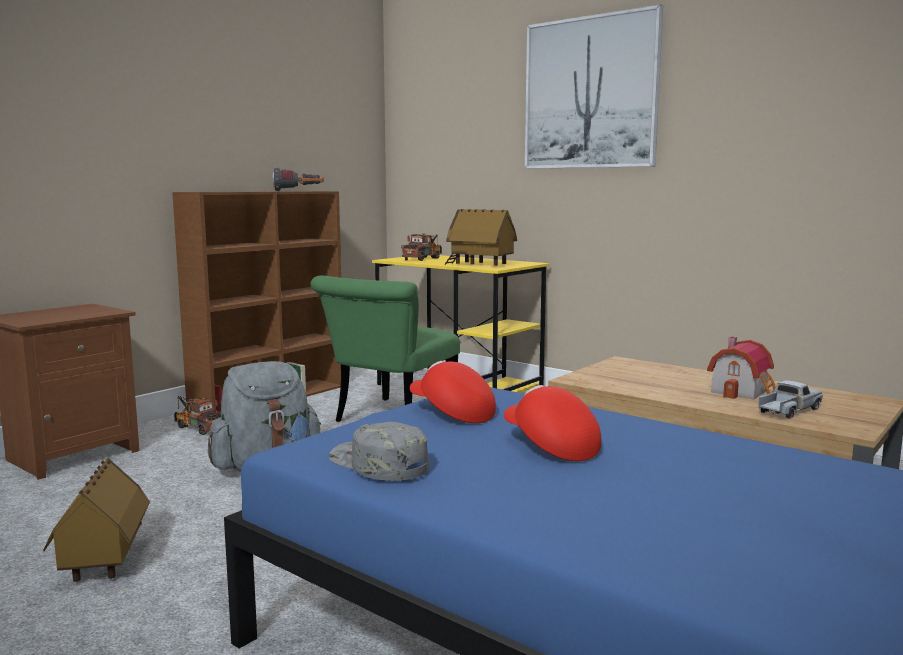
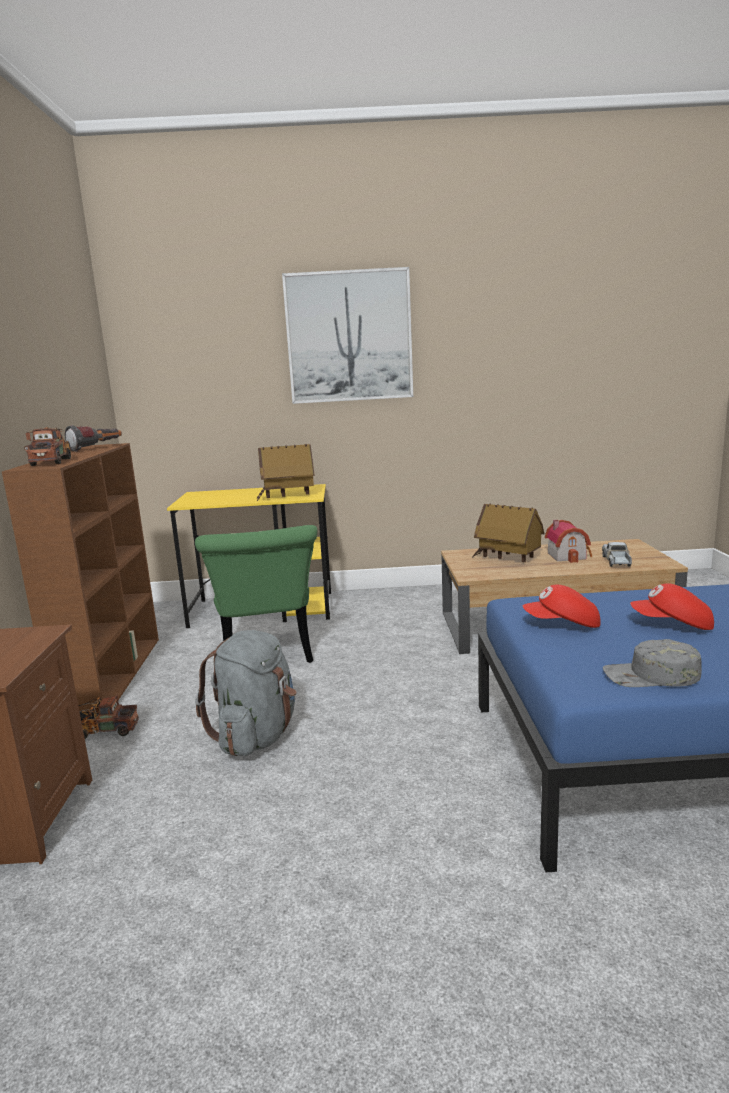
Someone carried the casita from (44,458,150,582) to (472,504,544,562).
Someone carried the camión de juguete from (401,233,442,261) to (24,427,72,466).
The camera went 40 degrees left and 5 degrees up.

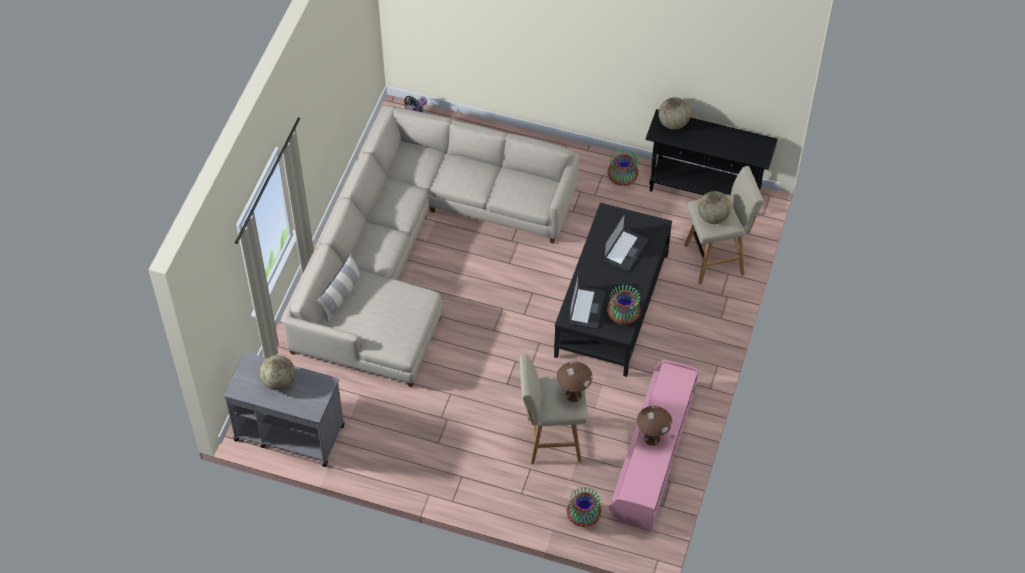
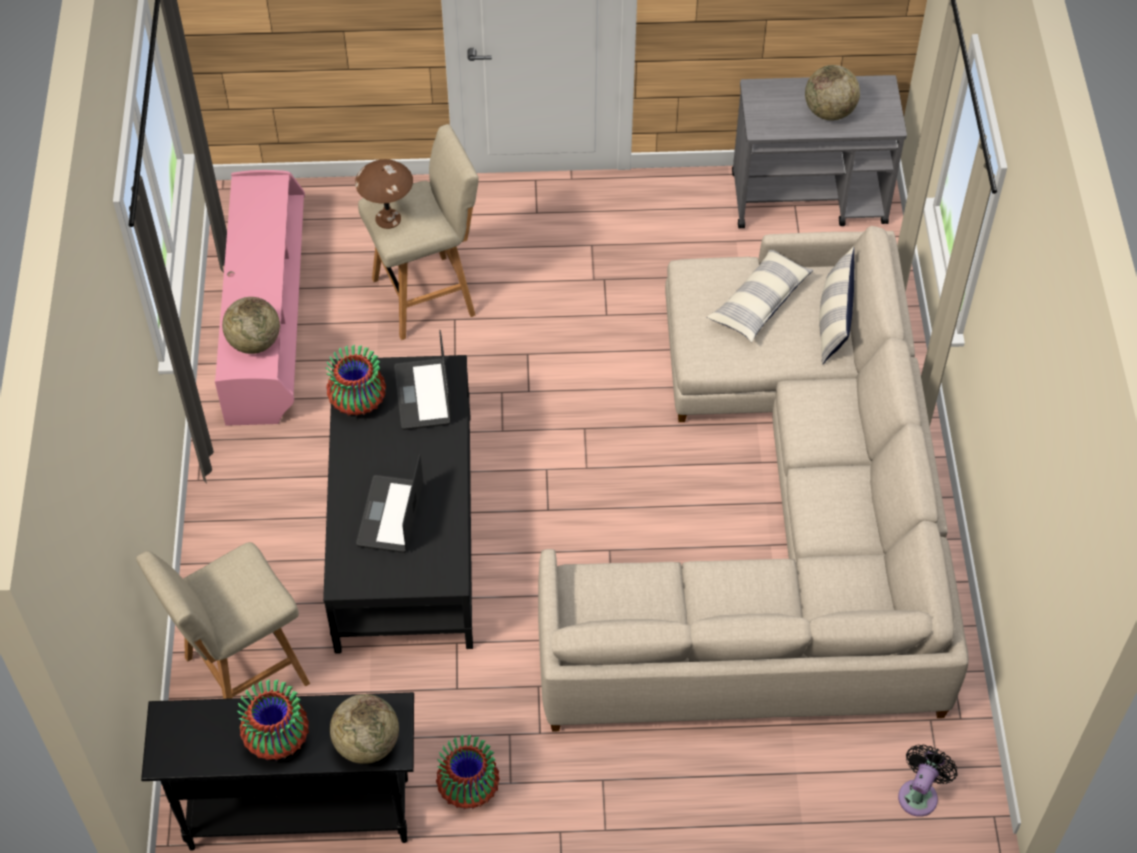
Someone took away the lámpara de mesa [marrón] at (637,406,672,446).
Someone put down the cojín at (707,250,814,342).
Someone carried the florero from (567,486,601,528) to (237,679,309,761).
Someone carried the globo terráqueo from (698,191,731,224) to (222,297,280,354).
The camera went 160 degrees right and 0 degrees up.

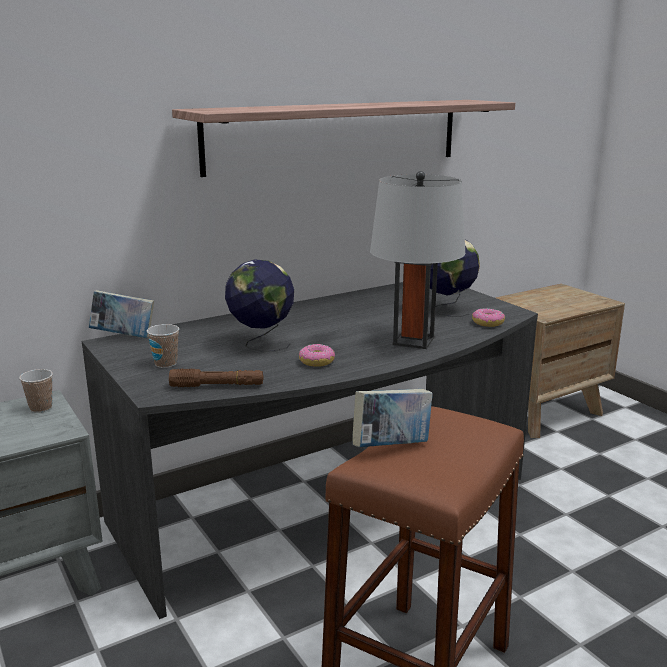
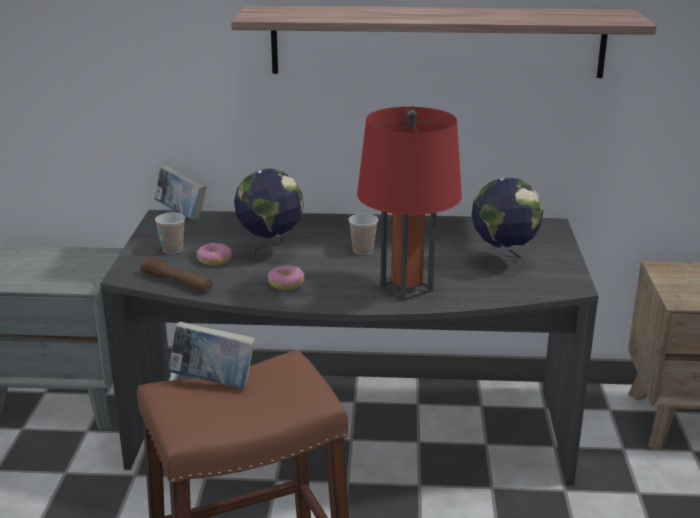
Someone carried the taza from (19,369,53,413) to (348,214,378,255).
Someone carried the rosquilla from (472,308,505,327) to (197,243,232,266).
Someone repainted the lámpara de mesa [gris] at (370,171,465,349), which became the lámpara de mesa [rojo] at (357,107,462,301).
The camera went 35 degrees right and 5 degrees up.

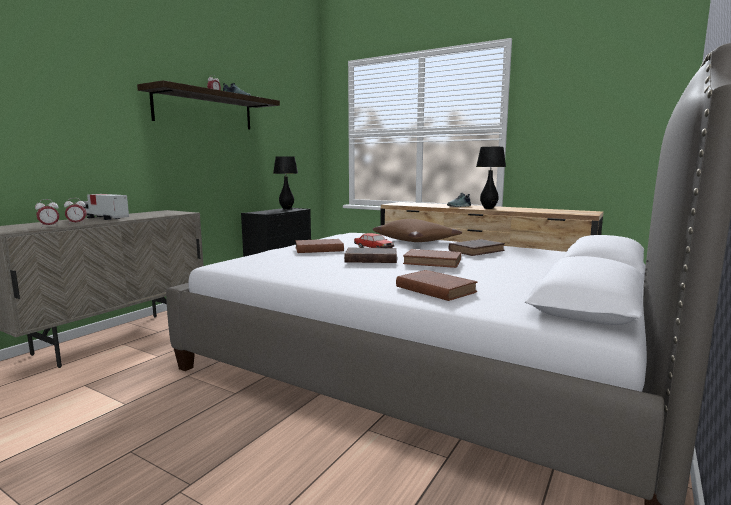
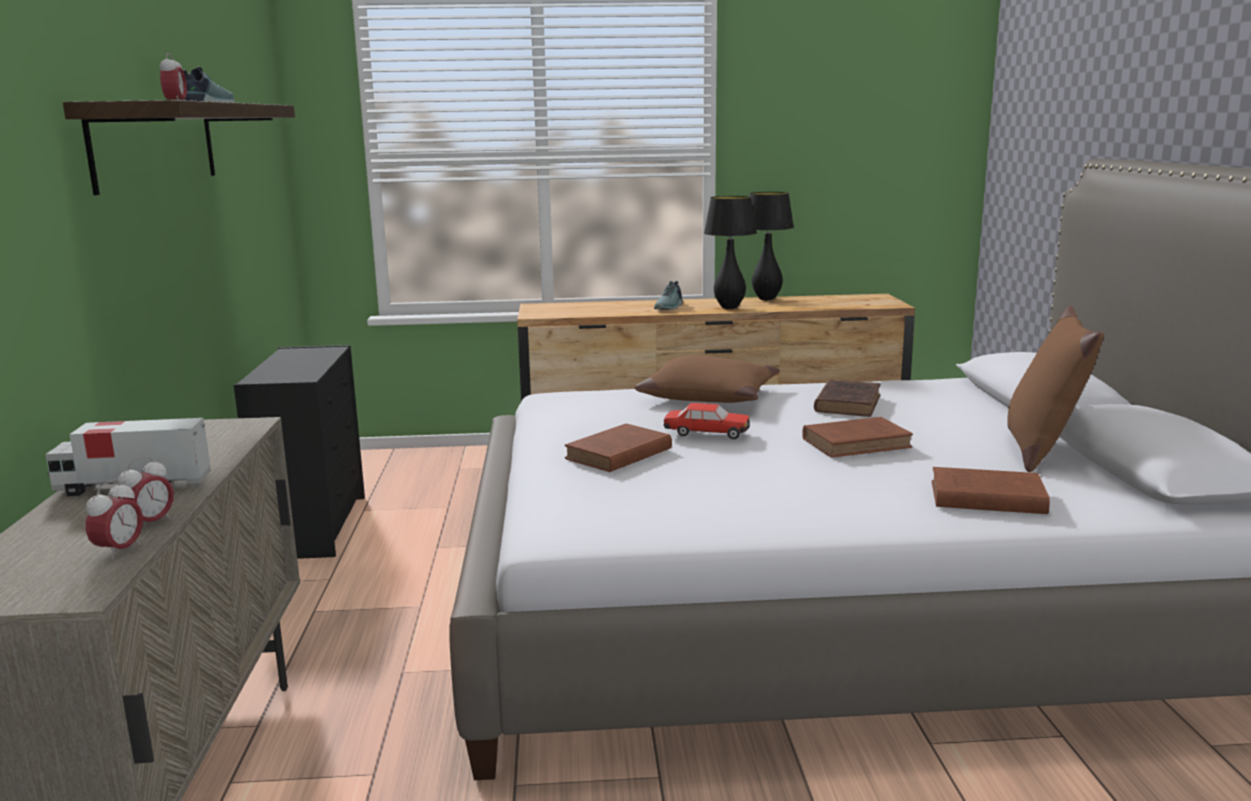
Someone took away the libro [marrón] at (344,248,397,263).
Someone put down the cojín [marrón] at (1008,306,1104,472).
Someone carried the lámpara de mesa [negro] from (273,156,298,209) to (749,192,794,300).
The camera went 35 degrees left and 5 degrees up.

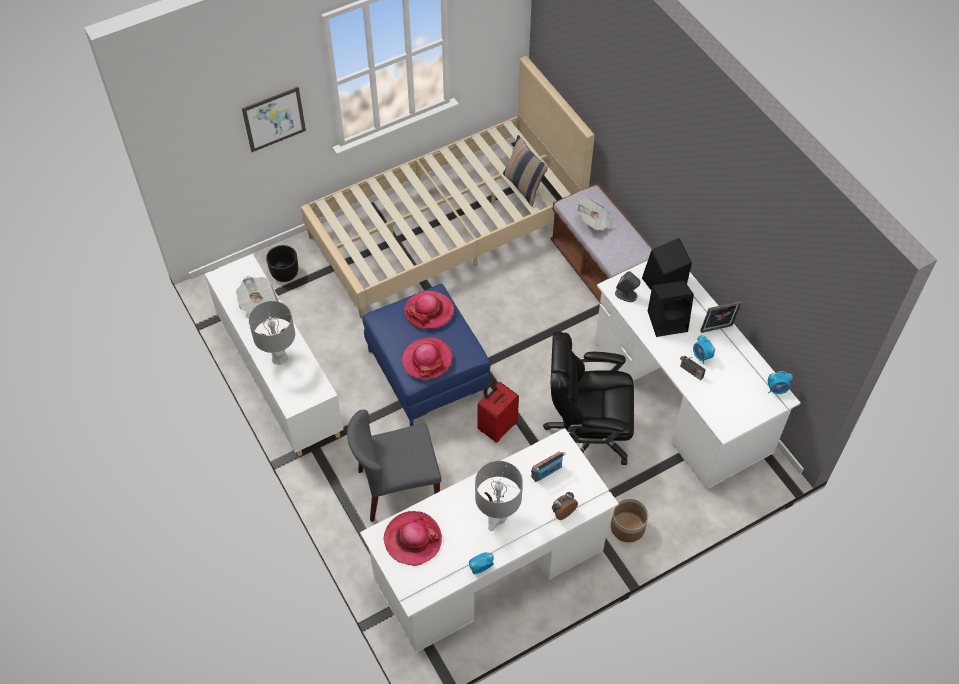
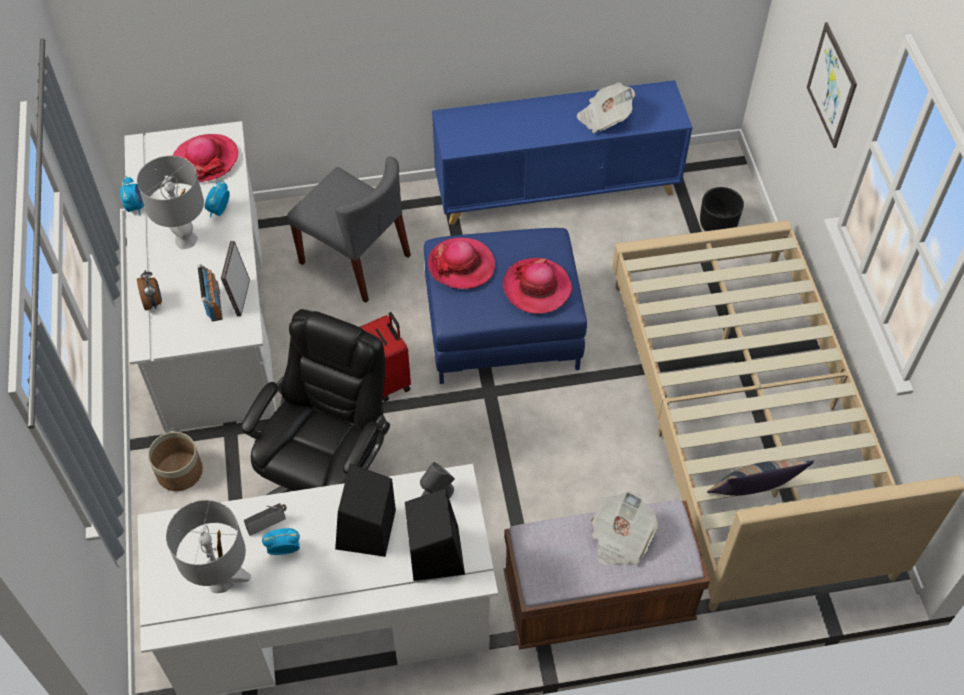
Someone carried the lámpara de mesa [gris] from (249,301,295,365) to (166,500,251,593).
Someone carried the portarretratos from (700,301,741,333) to (221,241,250,316).
Someone carried the despertador from (768,371,793,394) to (205,181,230,218).
Someone repainted the armario [blanco] at (205,254,344,456), which became the armario [azul] at (432,80,693,225).
Someone rotated the silla [gris] at (347,410,441,522) by 120 degrees clockwise.
The camera went 110 degrees right and 0 degrees up.

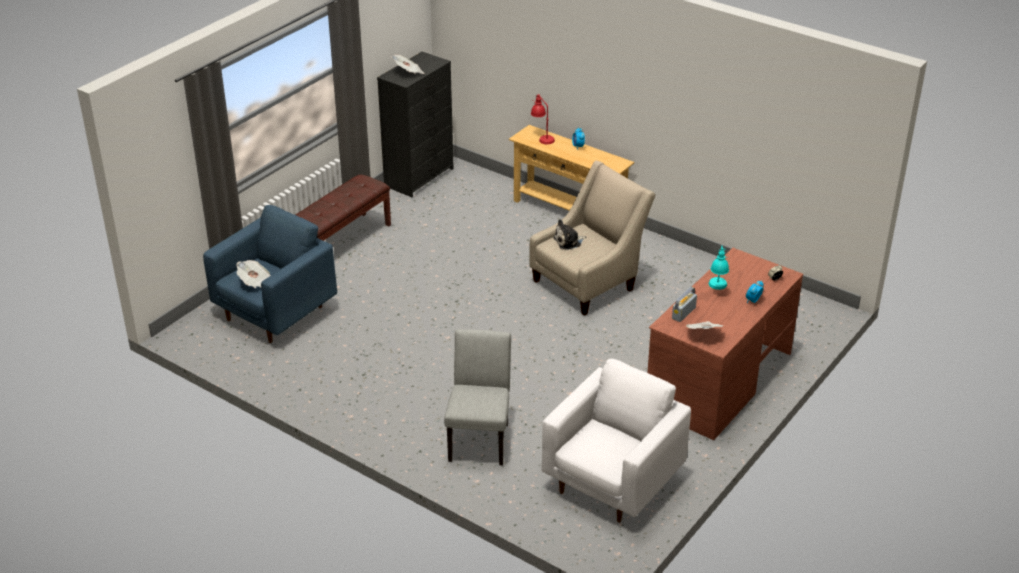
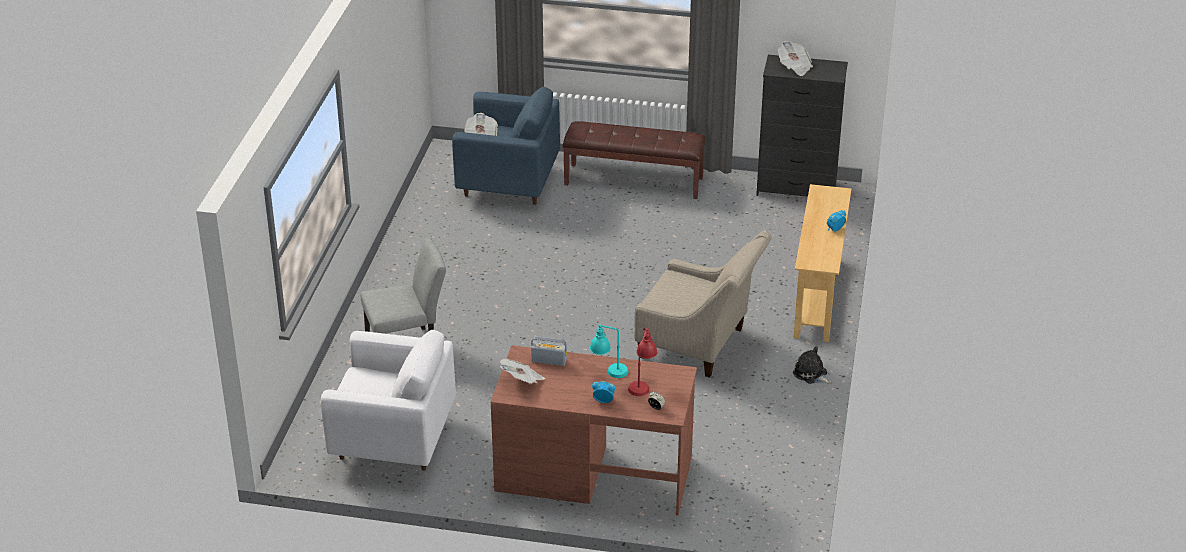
Someone carried the lámpara de mesa [rojo] from (531,94,555,144) to (628,328,657,396).
Someone carried the peluche from (553,219,586,250) to (793,347,832,384).
The camera went 65 degrees right and 0 degrees up.

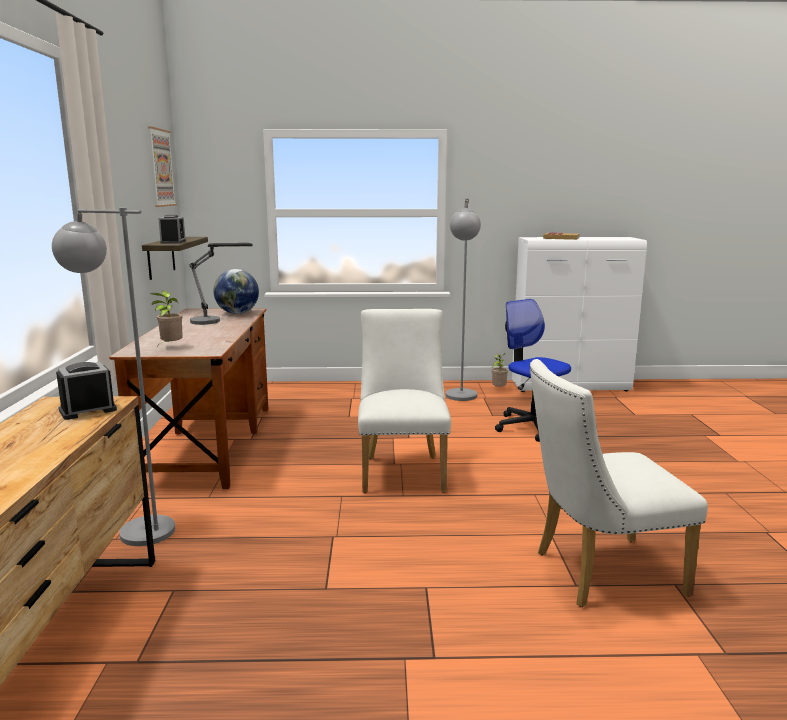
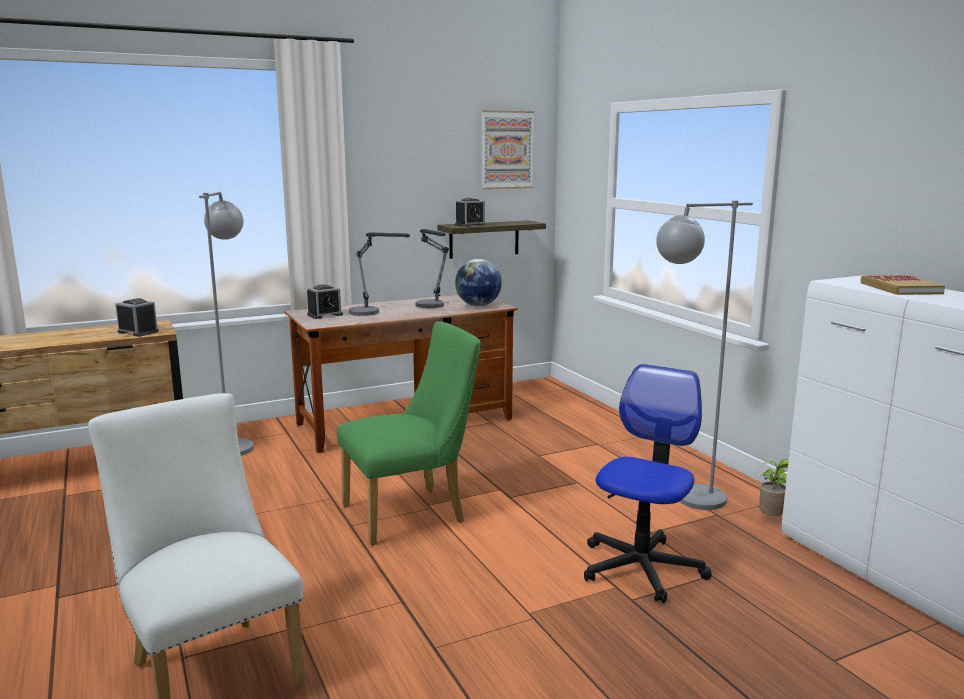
Someone put down the lámpara de mesa at (349,233,410,316).
Someone swapped the planta en maceta at (150,290,183,344) for the despertador at (307,284,343,319).
Someone repainted the silla [blanco] at (358,309,451,493), which became the silla [verde] at (337,321,481,545).
The camera went 65 degrees right and 0 degrees up.

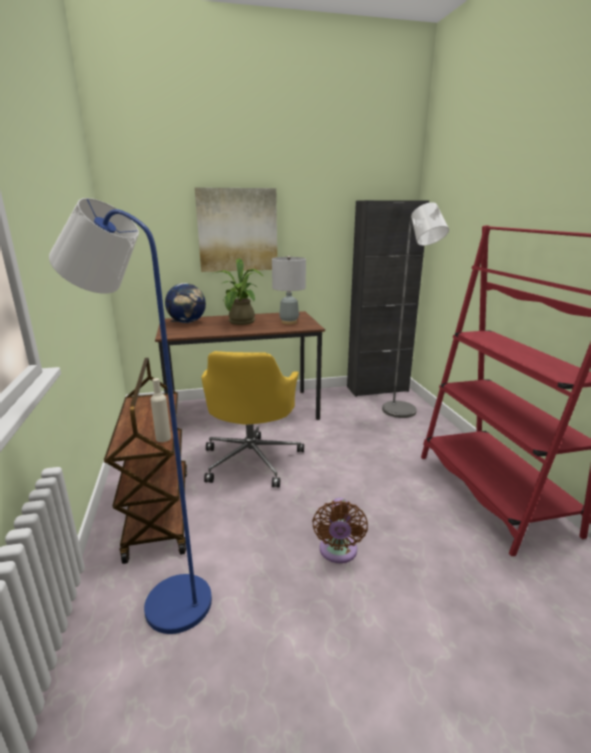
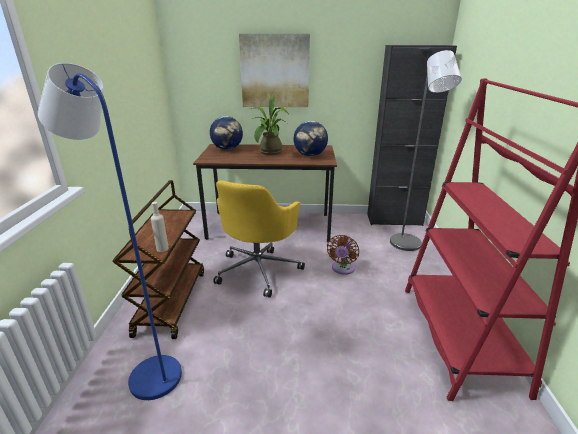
Someone carried the ventilador [marrón] from (312,498,368,563) to (327,235,359,275).
Someone swapped the lámpara de mesa [gris] at (272,256,306,324) for the globo terráqueo at (294,121,328,156).
The camera went 15 degrees right and 5 degrees up.

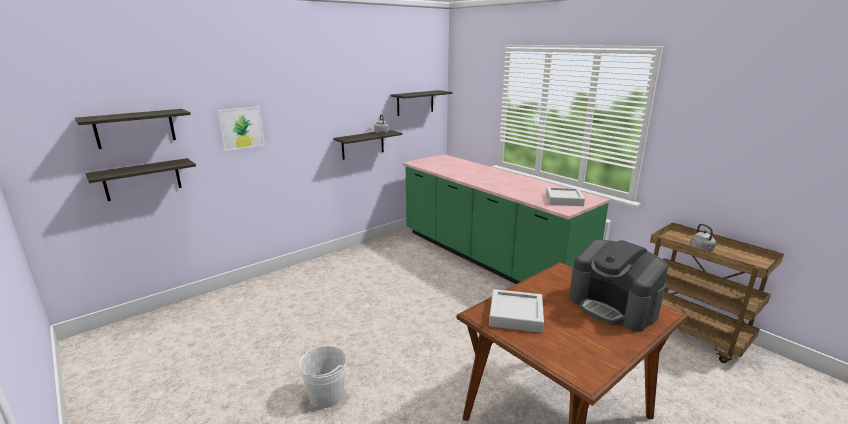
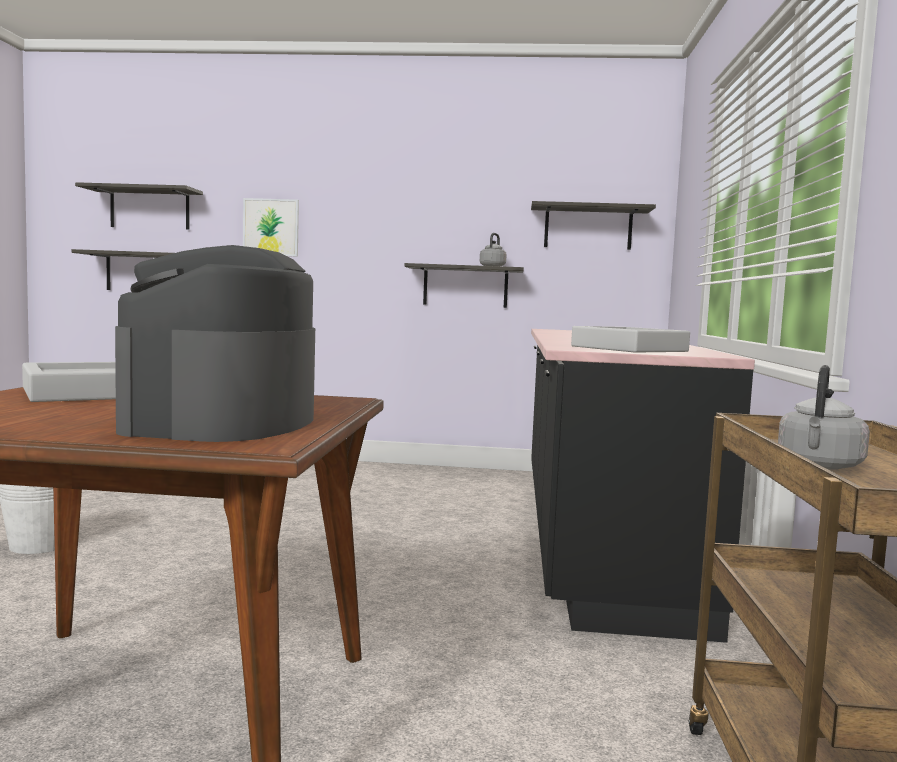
Someone repainted the mueble bajo de cocina [verde] at (402,154,610,284), which became the mueble bajo de cocina [negro] at (531,329,755,643).
The camera went 45 degrees right and 15 degrees down.

